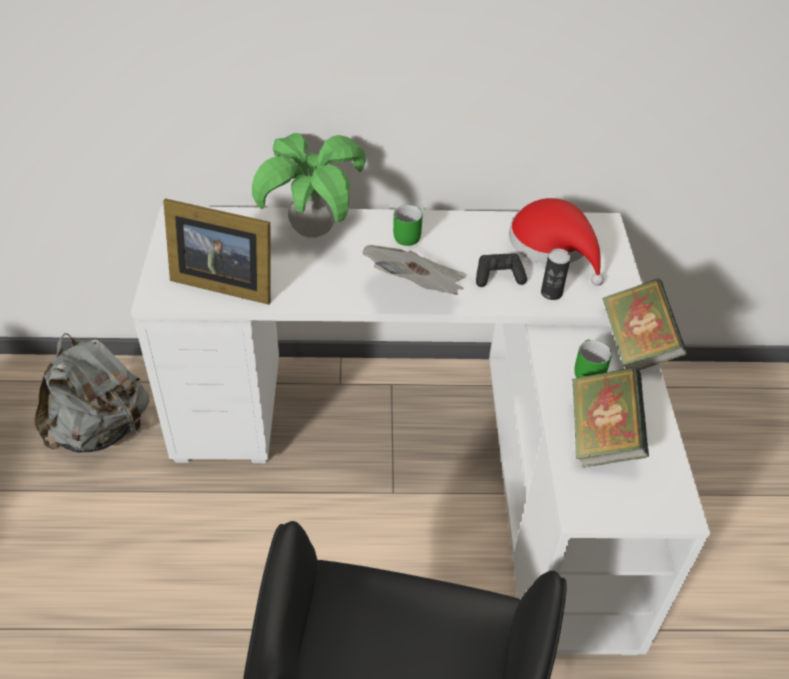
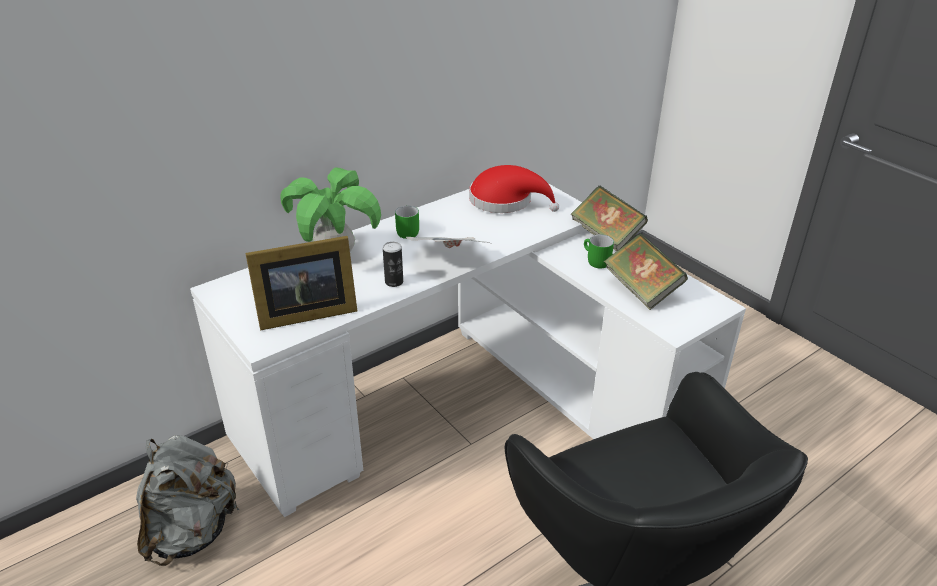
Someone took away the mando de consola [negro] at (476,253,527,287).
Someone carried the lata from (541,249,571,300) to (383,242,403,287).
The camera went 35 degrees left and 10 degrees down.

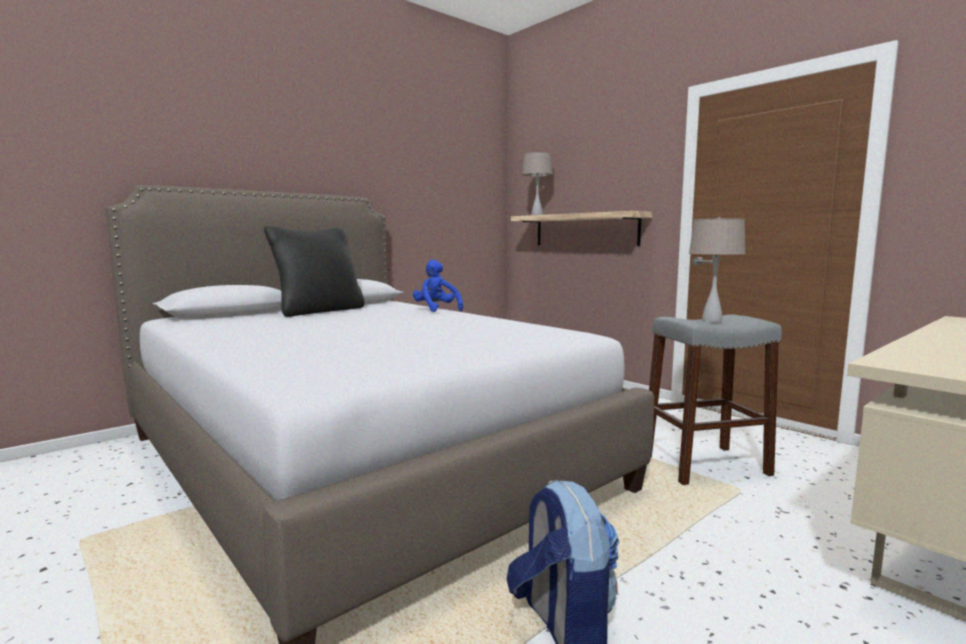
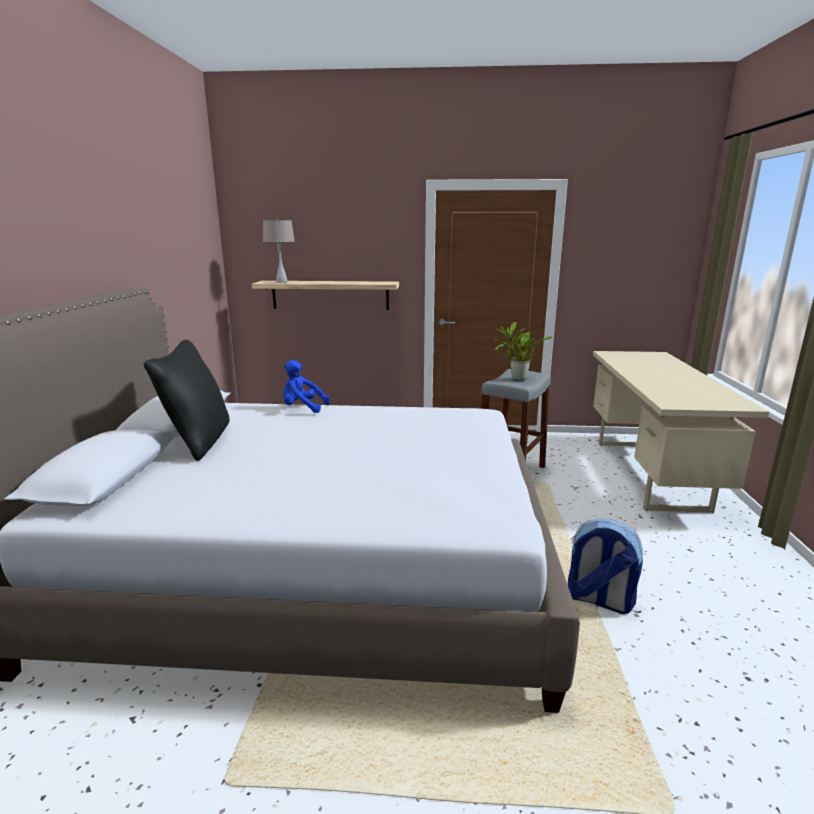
Someone swapped the lámpara de mesa [beis] at (689,217,746,322) for the planta en maceta at (494,322,553,381).
The camera went 45 degrees left and 10 degrees up.

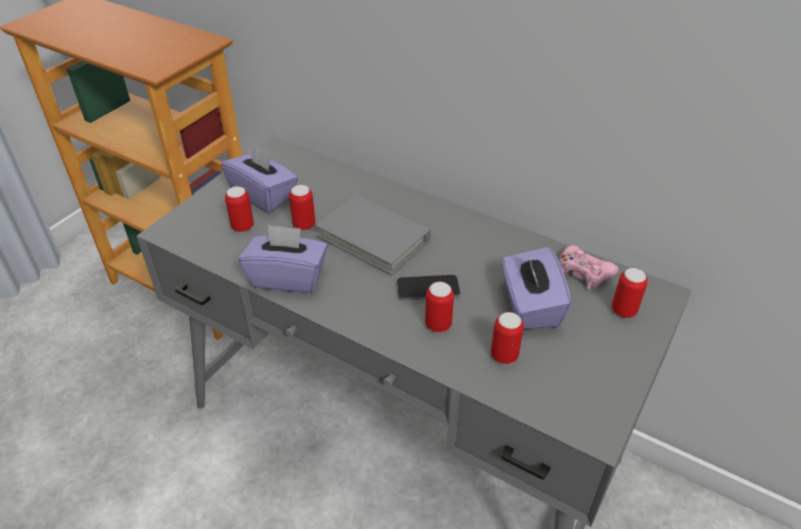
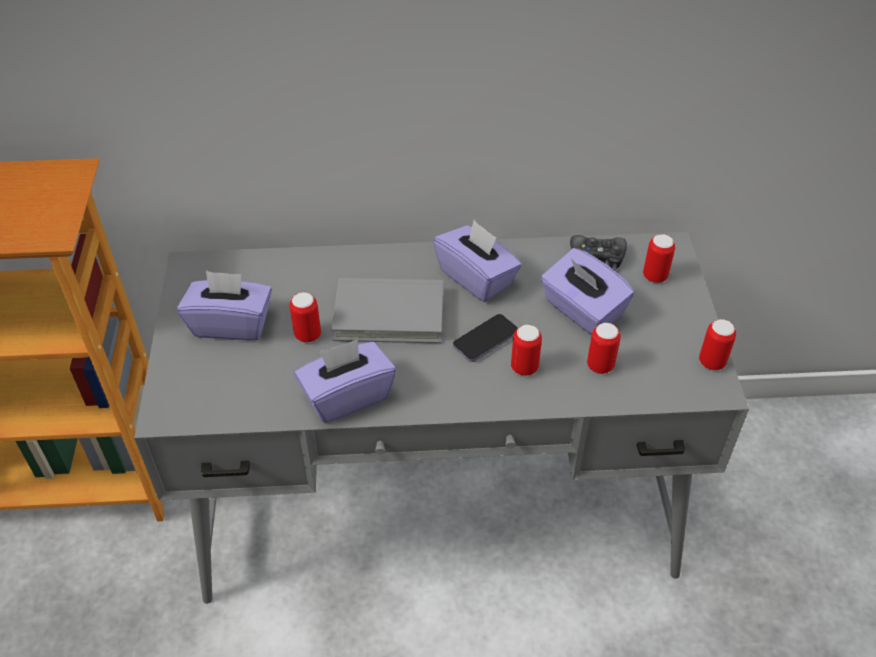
Someone put down the caja de pañuelos [morado] at (433,220,522,302).
Someone carried the lata from (225,186,254,232) to (699,319,736,370).
Someone repainted the mando de consola [rosa] at (559,245,618,290), which became the mando de consola [negro] at (570,235,627,271).
The camera went 35 degrees left and 5 degrees up.

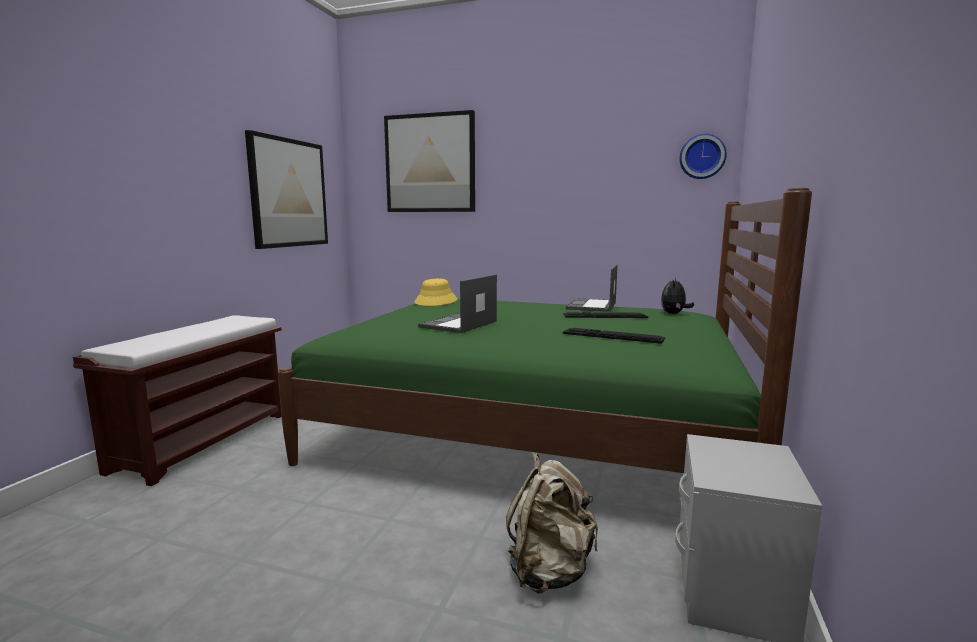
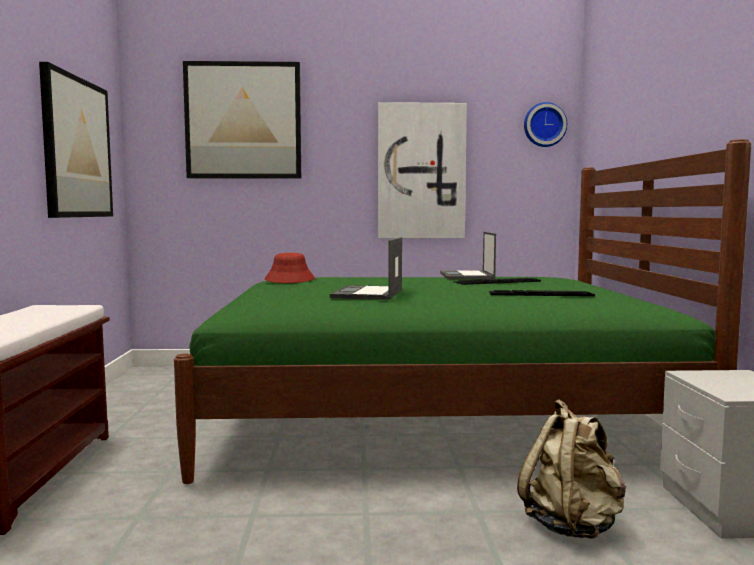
Someone took away the peluche at (661,277,694,314).
Someone put up the cuadro at (378,102,467,238).
Someone repainted the sombrero [amarillo] at (414,279,457,306), which became the sombrero [rojo] at (265,253,315,283).
The camera went 20 degrees left and 5 degrees down.

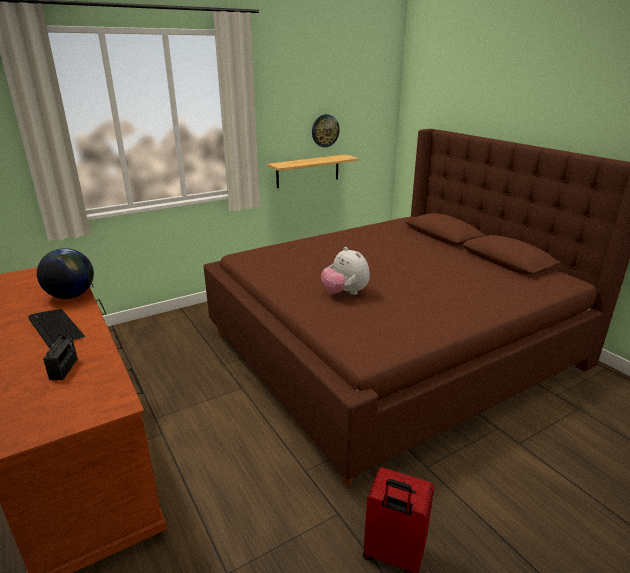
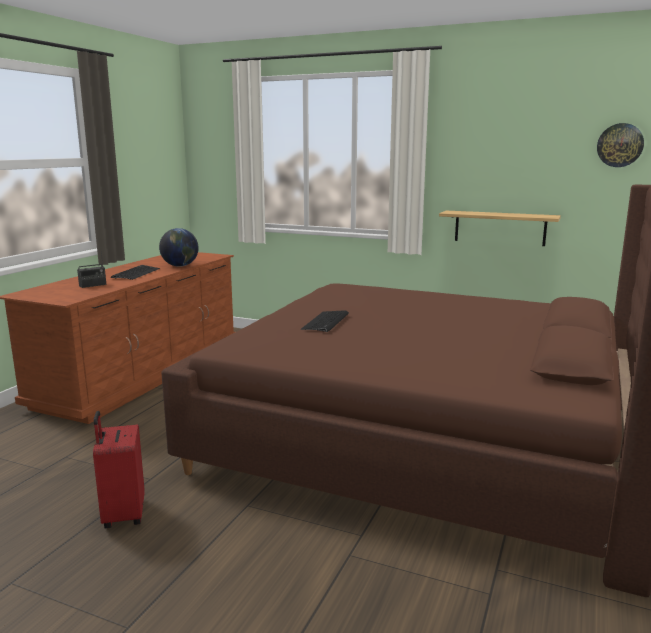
Someone carried the reloj de pared from (312,114,340,147) to (597,123,644,167).
Someone swapped the peluche at (321,247,370,295) for the teclado at (301,310,349,332).
The camera went 55 degrees right and 10 degrees down.

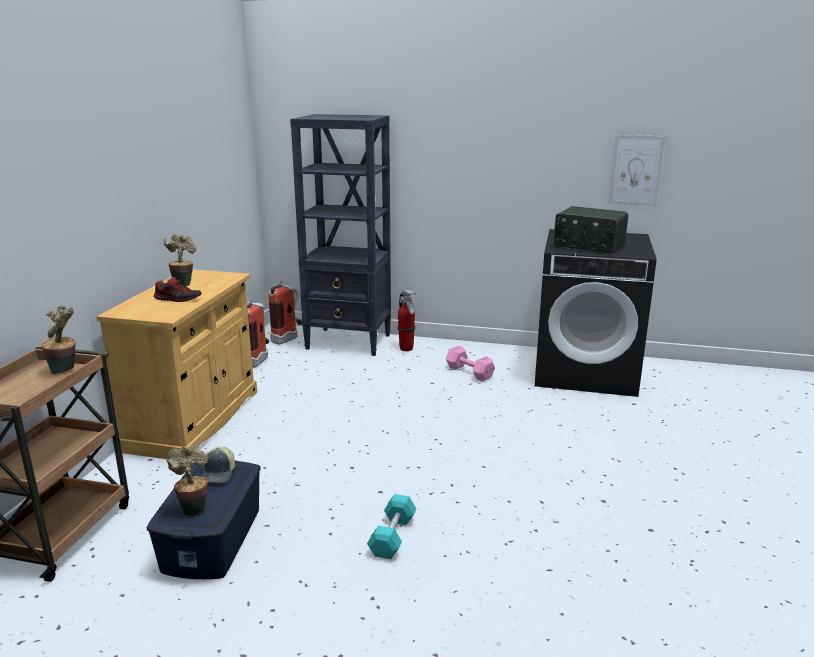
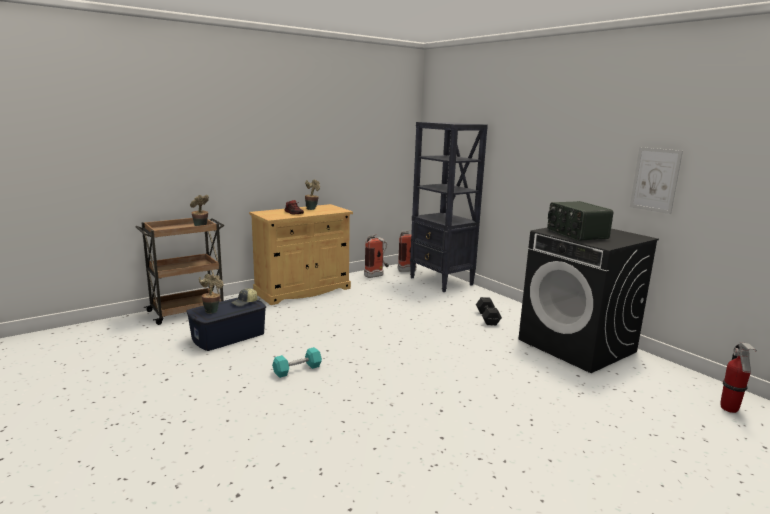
Someone carried the extintor from (397,290,416,351) to (720,343,757,413).
Someone repainted the mancuerna [rosa] at (446,346,495,381), which became the mancuerna [negro] at (476,297,502,325).
The camera went 40 degrees right and 5 degrees down.

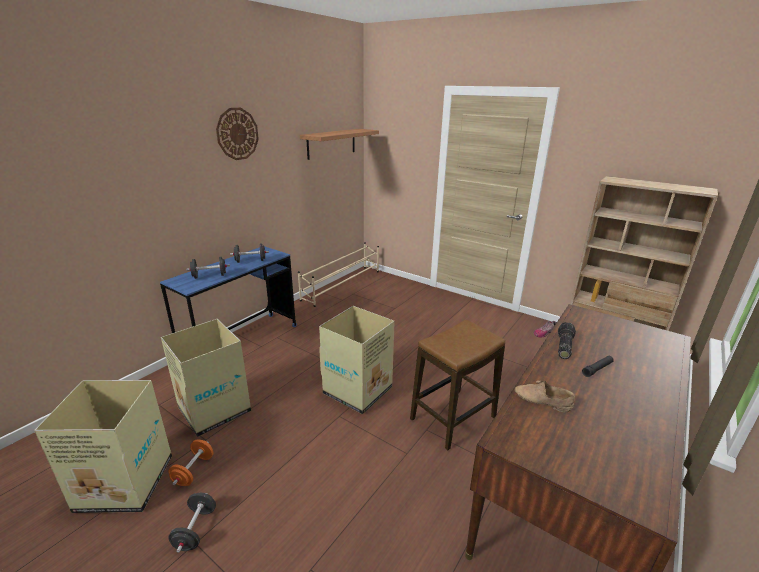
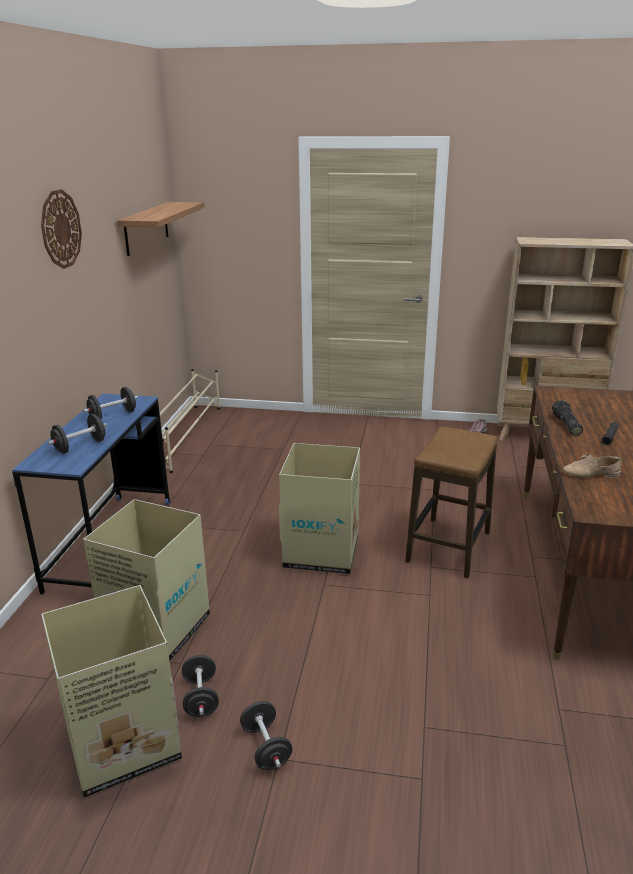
Someone repainted the mancuerna [naranja] at (168,440,213,486), which became the mancuerna [negro] at (182,655,219,717).
The camera went 25 degrees left and 0 degrees up.

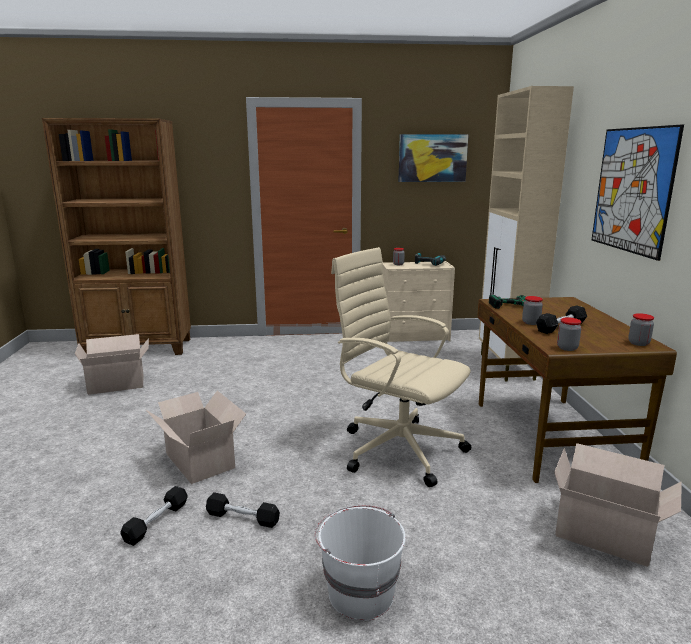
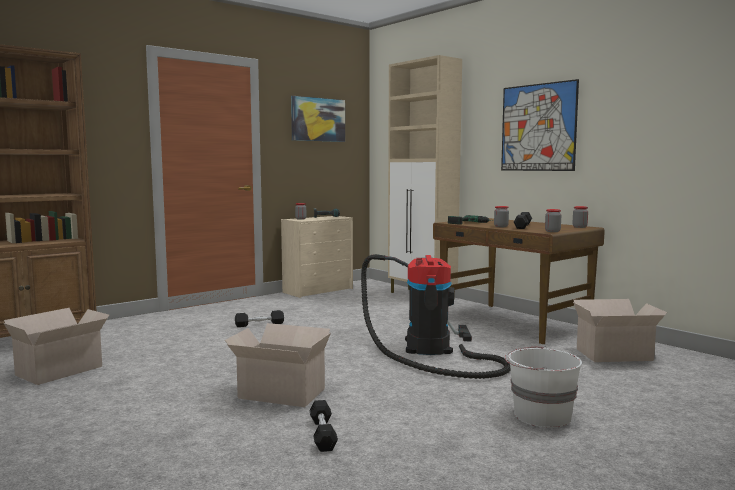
Someone carried the mancuerna [negro] from (206,492,280,528) to (235,310,284,327).
Someone swapped the silla de oficina [beis] at (331,247,471,487) for the aspiradora at (361,254,511,379).
The camera went 35 degrees left and 10 degrees down.

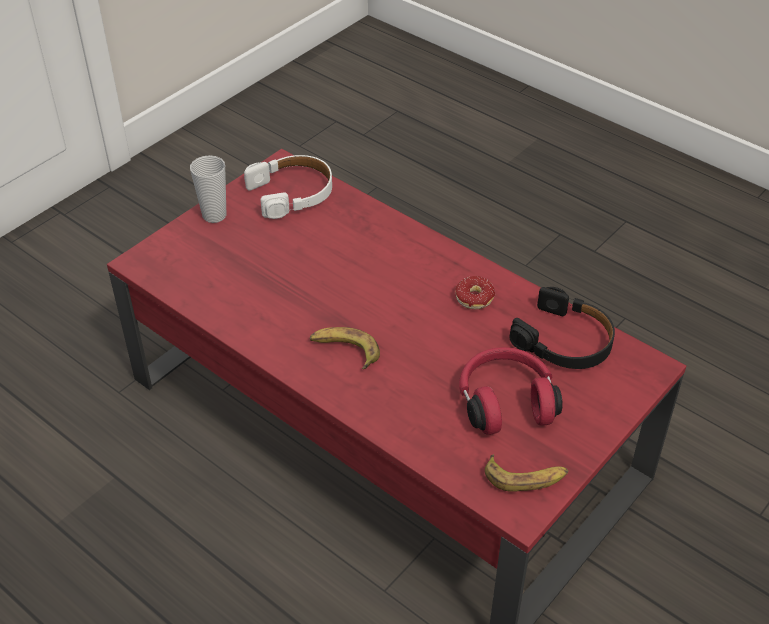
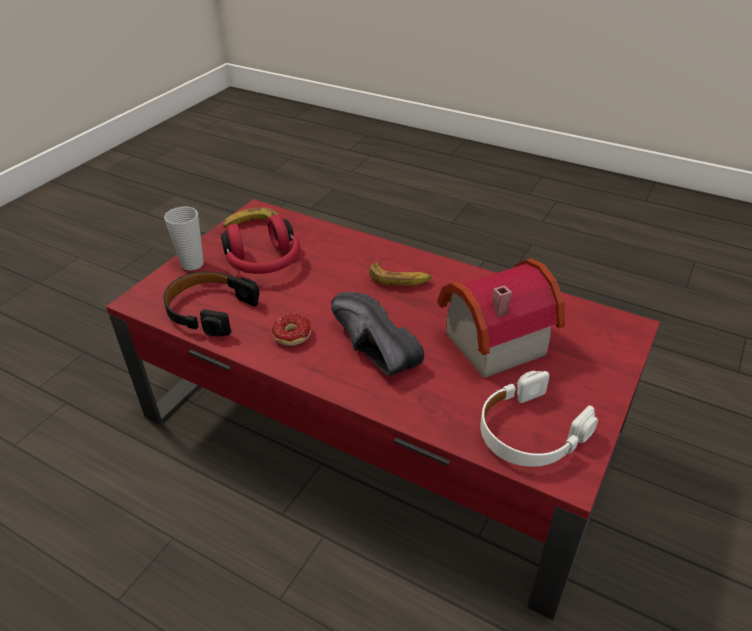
Someone put down the zapato [negro] at (331,292,424,376).
Someone put down the casita at (437,258,565,378).
Someone carried the taza from (190,155,227,223) to (164,207,204,271).
The camera went 170 degrees right and 5 degrees down.

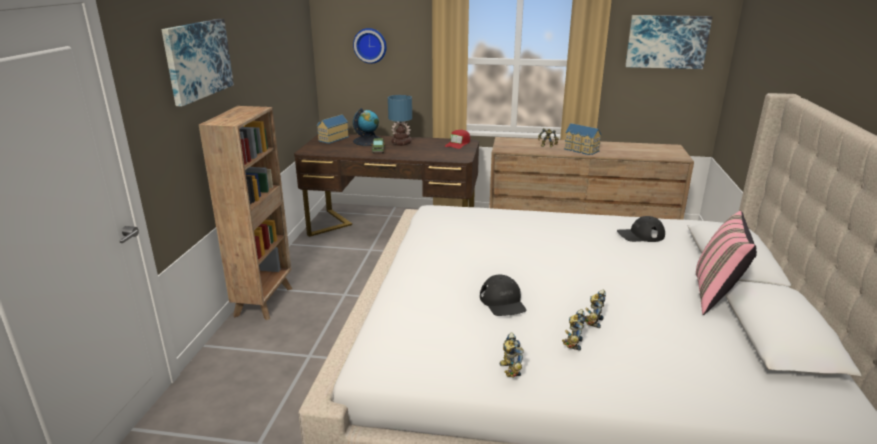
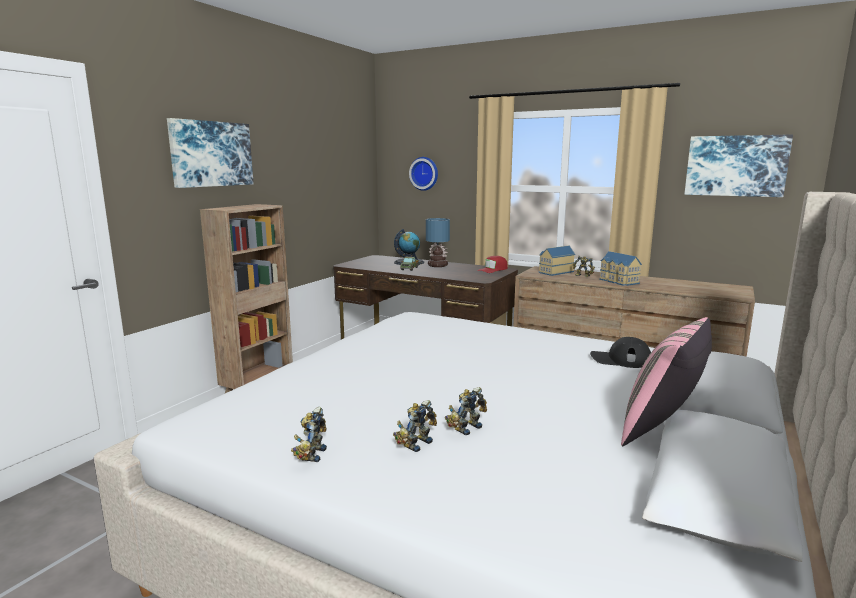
Someone took away the gorra [negro] at (480,275,527,316).
Someone carried the casita from (317,114,349,144) to (539,245,575,276).
The camera went 20 degrees right and 10 degrees down.

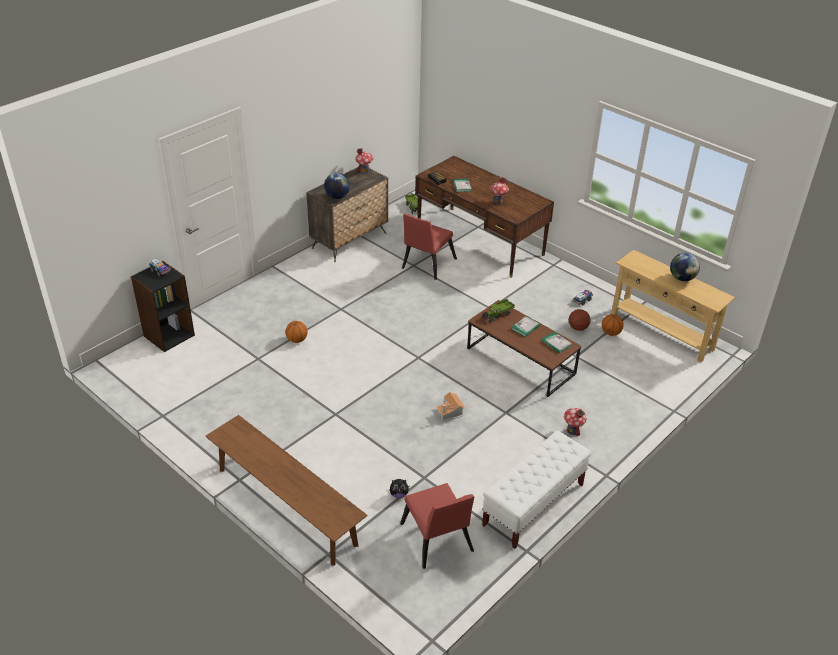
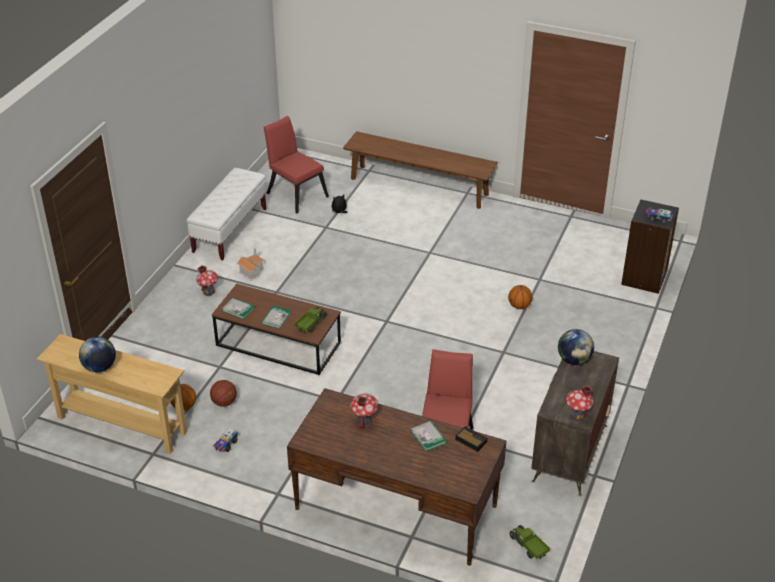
Someone carried the casita from (436,392,465,422) to (237,248,265,281).
The camera went 160 degrees right and 0 degrees up.

